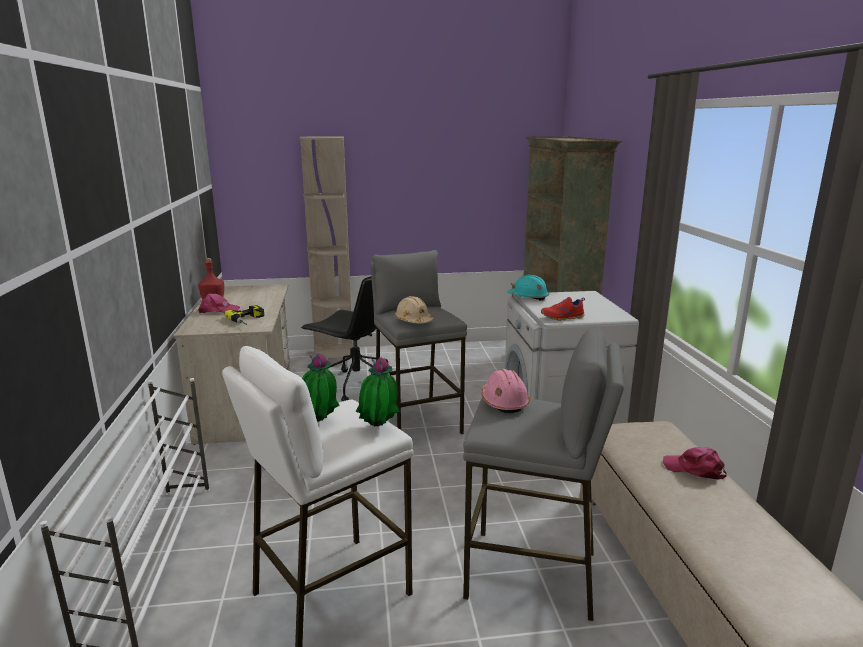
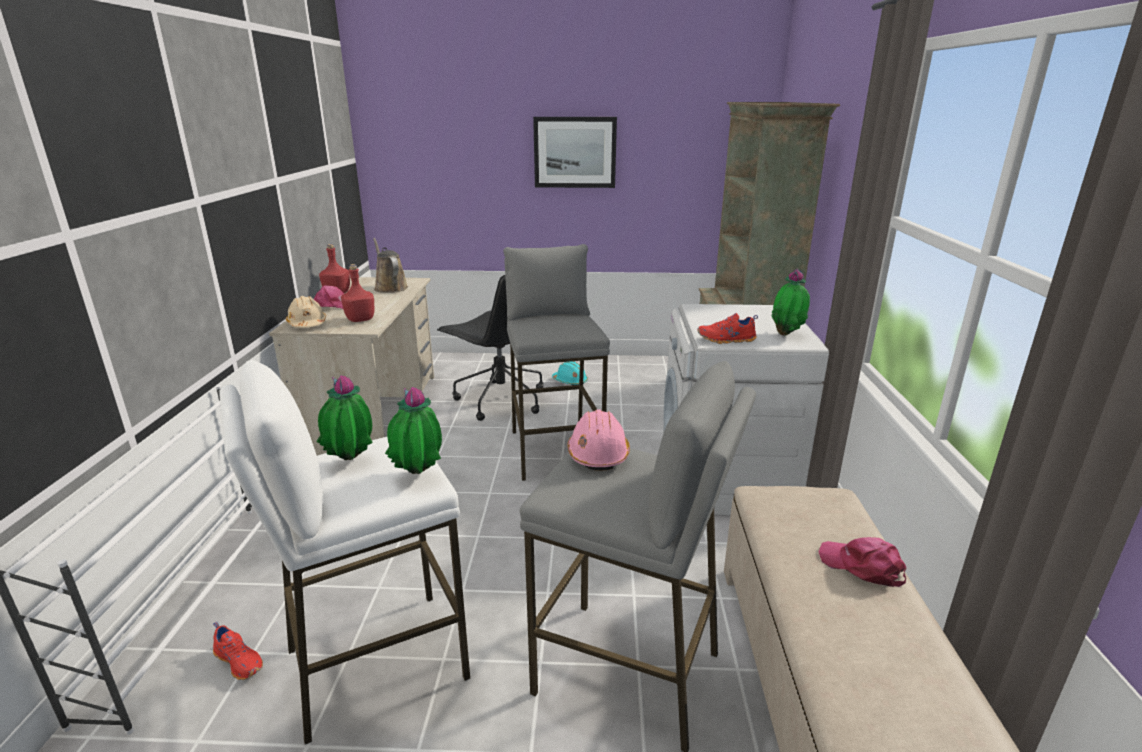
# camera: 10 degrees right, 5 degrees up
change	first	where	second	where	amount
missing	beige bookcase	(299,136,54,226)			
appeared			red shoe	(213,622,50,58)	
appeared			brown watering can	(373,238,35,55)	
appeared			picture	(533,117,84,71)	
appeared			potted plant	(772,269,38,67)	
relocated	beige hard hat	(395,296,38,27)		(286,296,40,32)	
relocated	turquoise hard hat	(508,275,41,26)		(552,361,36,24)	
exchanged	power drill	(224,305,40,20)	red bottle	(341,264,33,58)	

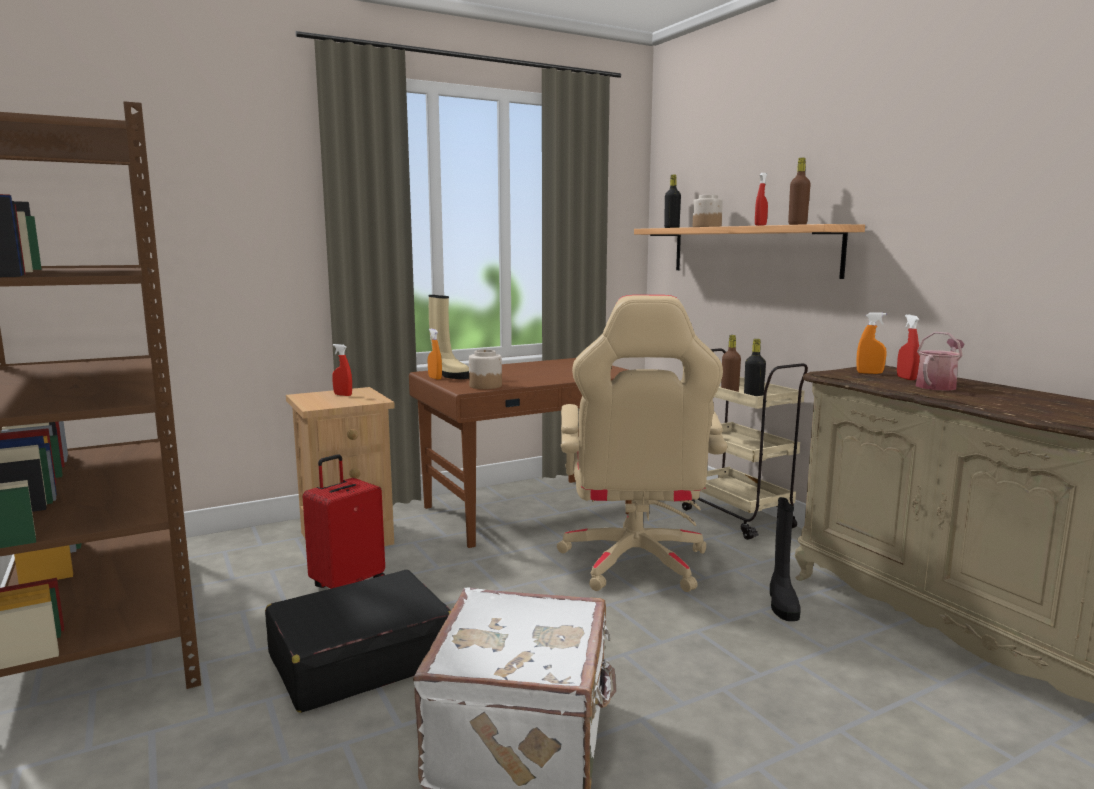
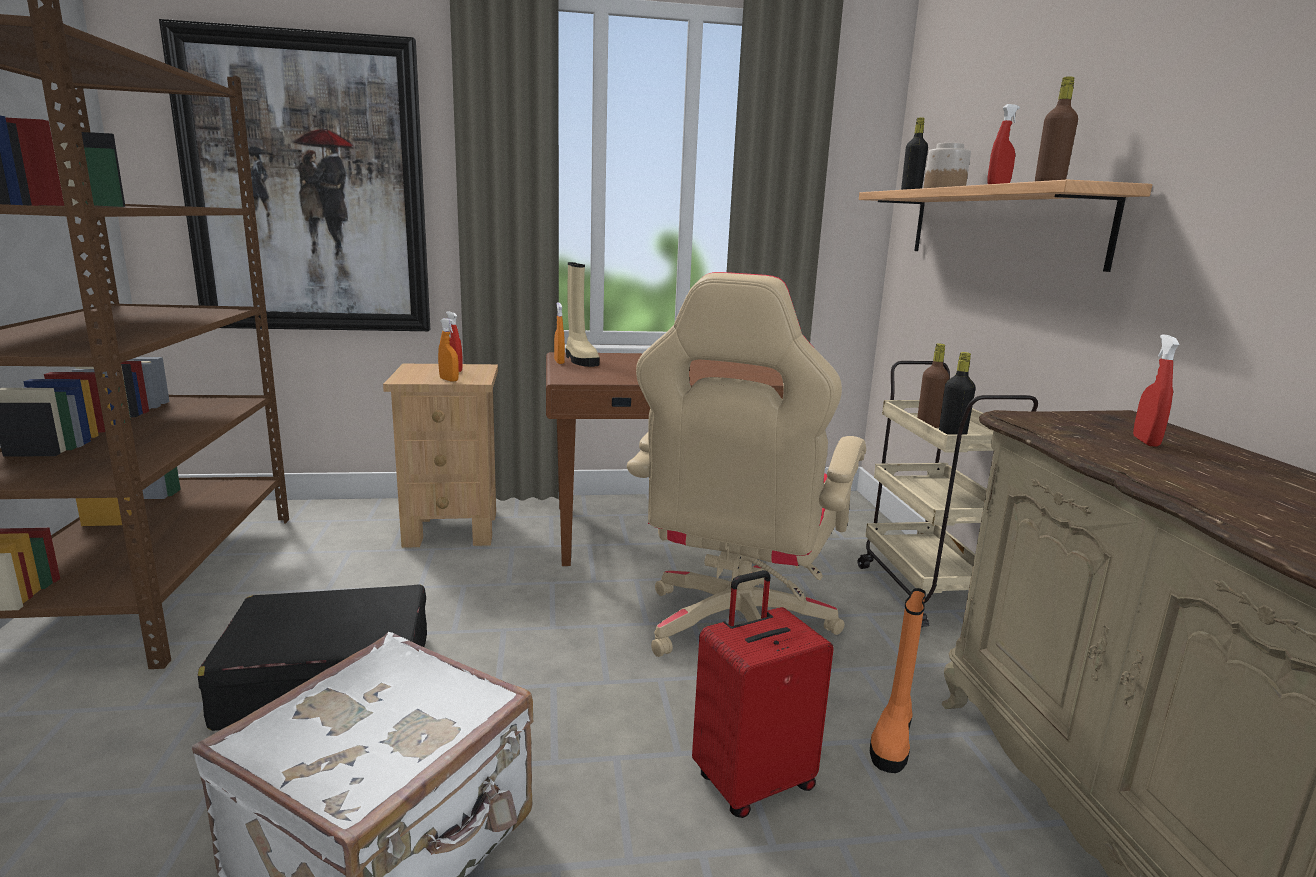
# camera: 20 degrees right, 5 degrees up
change	first	where	second	where	amount
missing	jar	(469,350,33,39)			
missing	watering can	(916,332,49,59)			
appeared			picture	(159,19,271,312)	
relocated	red suitcase	(302,454,83,135)		(692,570,142,248)	
relocated	orange spray bottle	(856,312,31,62)		(438,318,21,64)	
colour	black boot	(770,497,31,124)	orange boot	(870,588,56,185)	

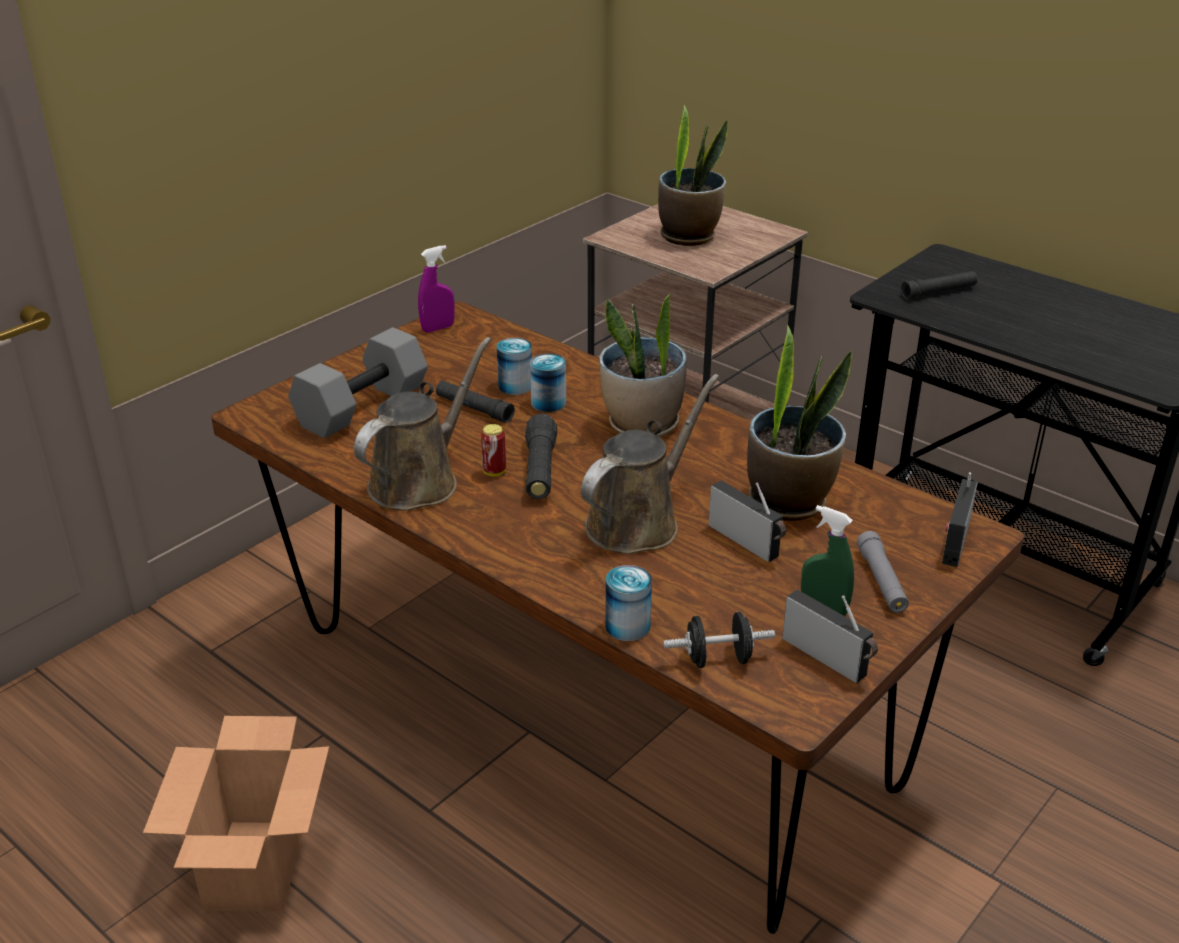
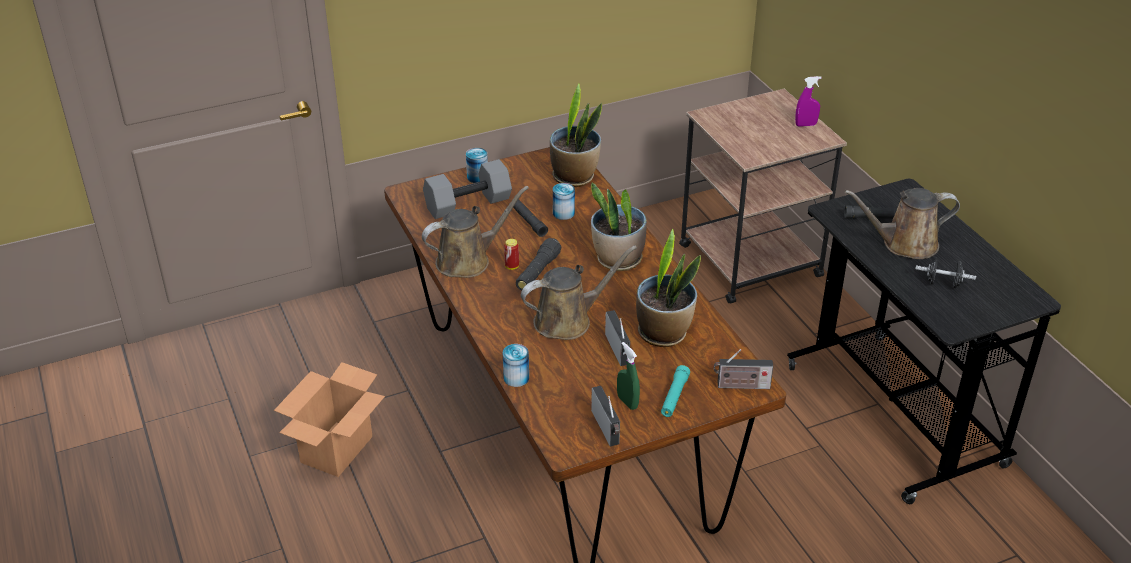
# camera: 25 degrees right, 5 degrees up
change	first	where	second	where	amount
appeared			brown watering can	(844,188,116,71)	
relocated	purple spray bottle	(418,245,37,88)		(795,76,27,51)	
relocated	can	(530,354,36,58)		(466,148,22,35)	
relocated	potted plant	(658,105,70,141)		(550,84,52,103)	
relocated	black dumbbell	(663,612,112,56)		(915,258,61,30)	
colour	grey flashlight	(857,531,52,82)	turquoise flashlight	(661,365,29,52)	
spun	radio	(942,472,36,95)		(714,349,59,40)	135 degrees counterclockwise

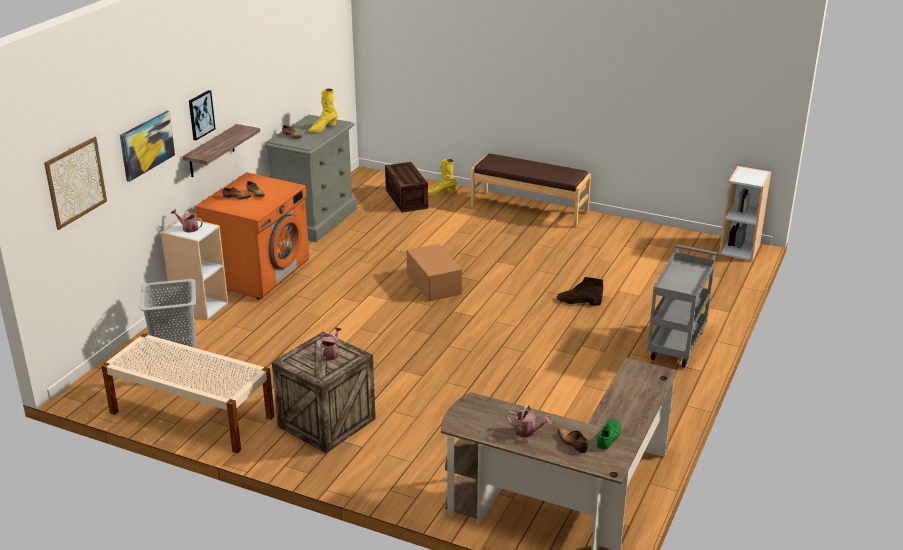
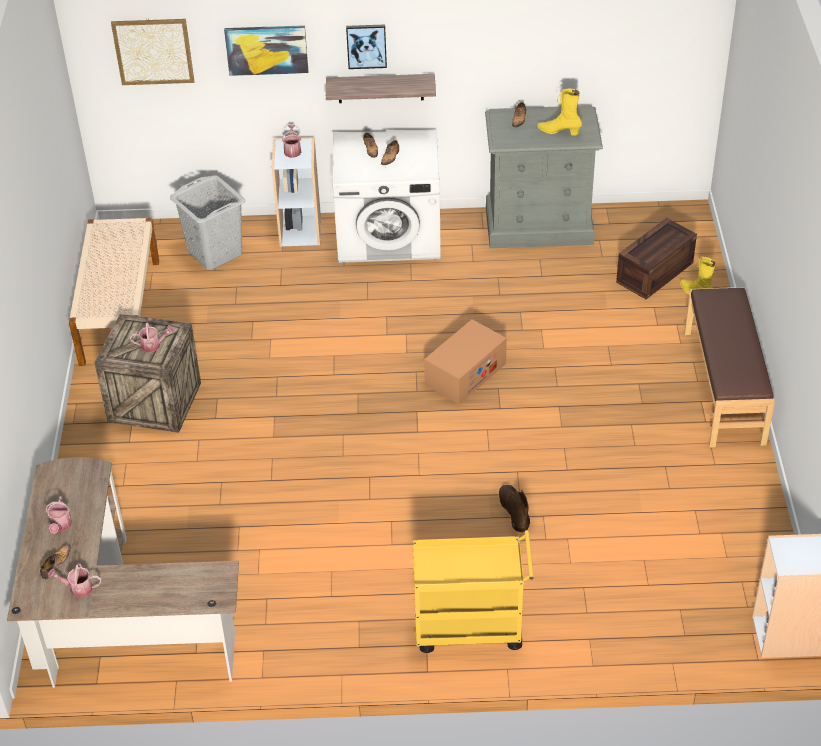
# camera: 65 degrees right, 15 degrees up
change	first	where	second	where	amount
exchanged	green shoe	(597,419,24,30)	watering can	(48,563,54,35)	
colour	orange washing machine	(195,172,114,128)	white washing machine	(333,129,108,134)	
colour	grey cart	(647,244,71,123)	yellow cart	(412,530,122,123)	

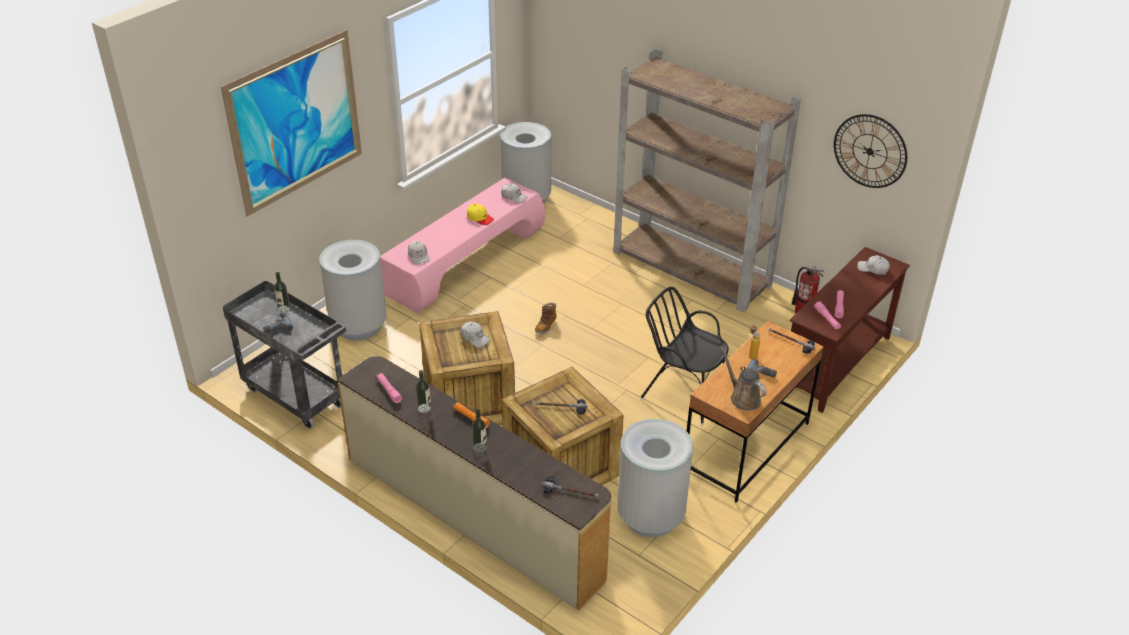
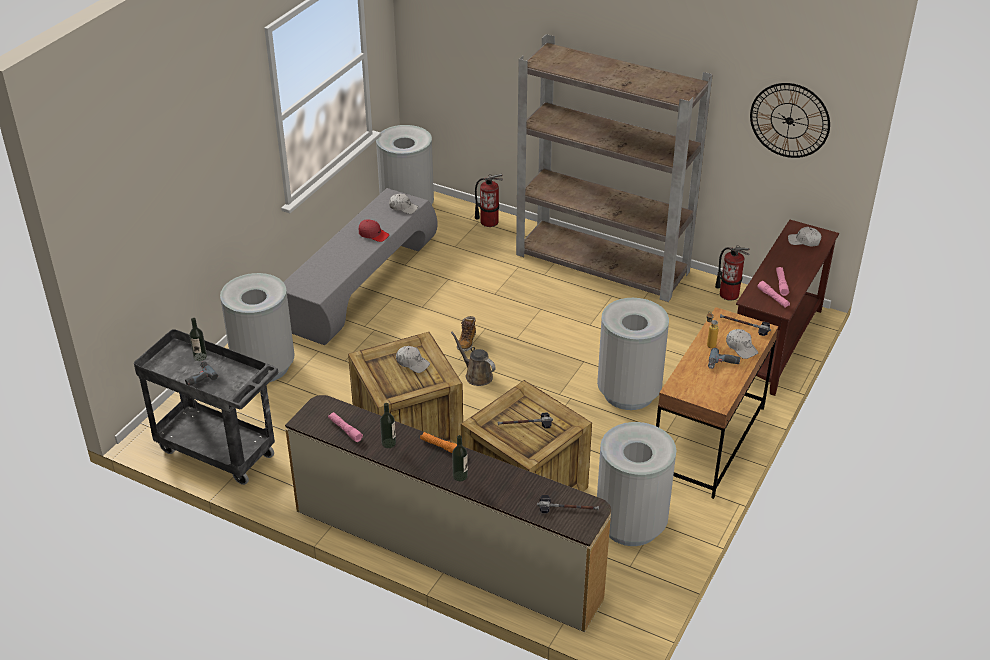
# camera: 10 degrees left, 0 degrees up
change	first	where	second	where	amount
missing	picture	(221,30,141,186)			
appeared			fire extinguisher	(475,174,28,53)	
relocated	white cap	(408,241,22,24)		(726,329,32,30)	
relocated	brown watering can	(720,347,46,64)		(451,332,45,54)	
exchanged	black chair	(640,287,89,138)	grey trash can	(597,298,72,112)	
colour	pink bench	(380,178,166,135)	grey bench	(284,188,154,157)	
colour	yellow cap	(467,204,27,21)	red cap	(359,219,30,23)	

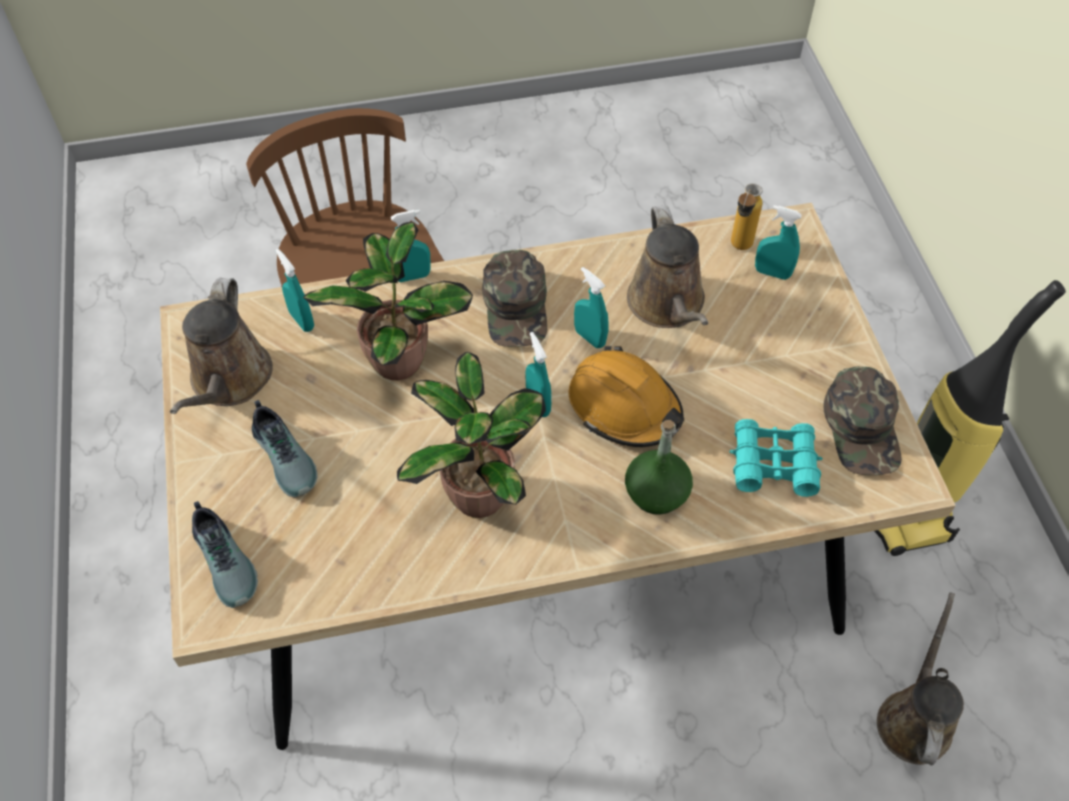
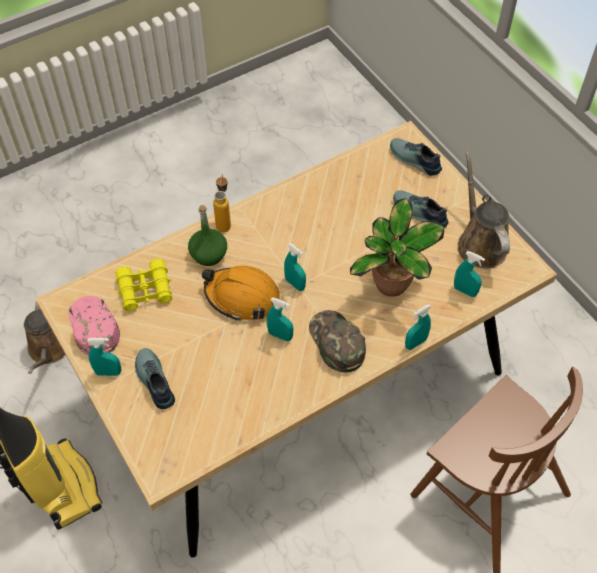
# camera: 160 degrees right, 0 degrees up
change	first	where	second	where	amount
missing	potted plant	(397,352,149,166)			
missing	brown watering can	(627,205,81,123)			
appeared			shoe	(135,348,40,61)	
relocated	bottle	(731,183,32,67)		(213,174,18,58)	
relocated	turquoise spray bottle	(755,205,47,75)		(87,338,34,38)	
colour	turquoise binoculars	(730,419,93,78)	yellow binoculars	(116,259,56,52)	
colour	green cap	(823,366,79,109)	pink cap	(68,296,52,59)	

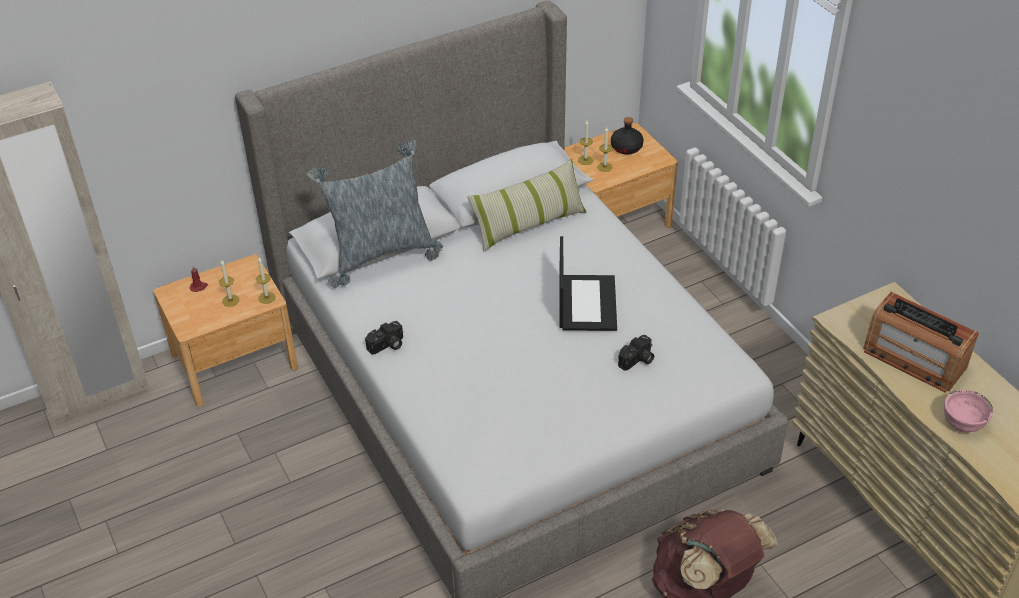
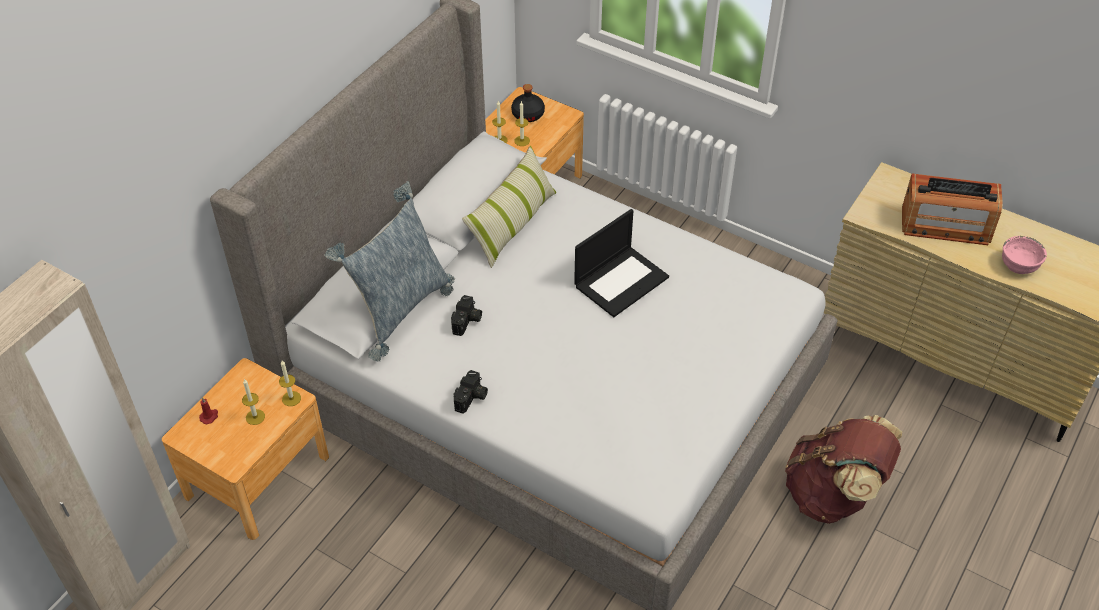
# camera: 30 degrees left, 5 degrees up
change	first	where	second	where	amount
relocated	photo camera	(618,335,36,36)		(451,295,31,41)	
spun	laptop	(559,236,58,95)		(574,209,95,108)	75 degrees clockwise

